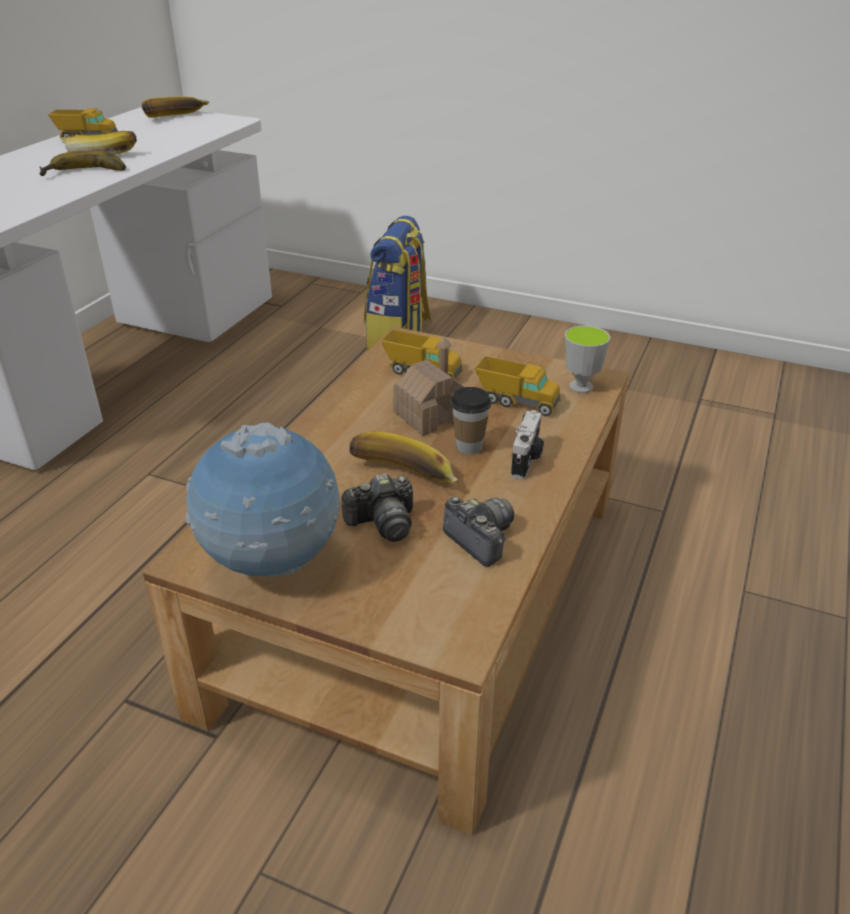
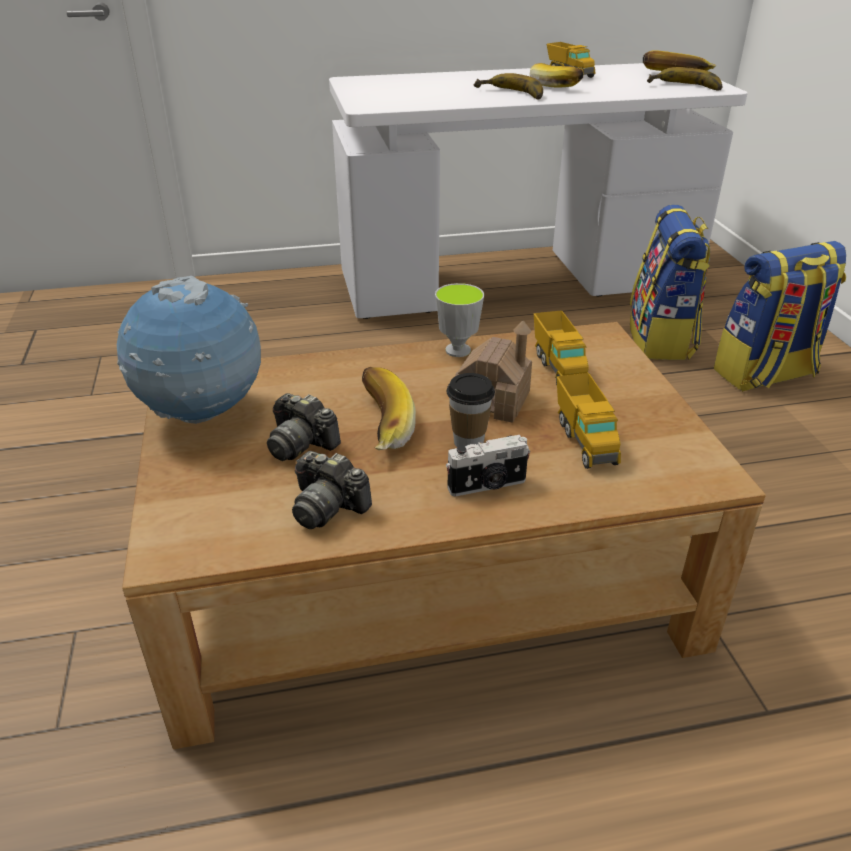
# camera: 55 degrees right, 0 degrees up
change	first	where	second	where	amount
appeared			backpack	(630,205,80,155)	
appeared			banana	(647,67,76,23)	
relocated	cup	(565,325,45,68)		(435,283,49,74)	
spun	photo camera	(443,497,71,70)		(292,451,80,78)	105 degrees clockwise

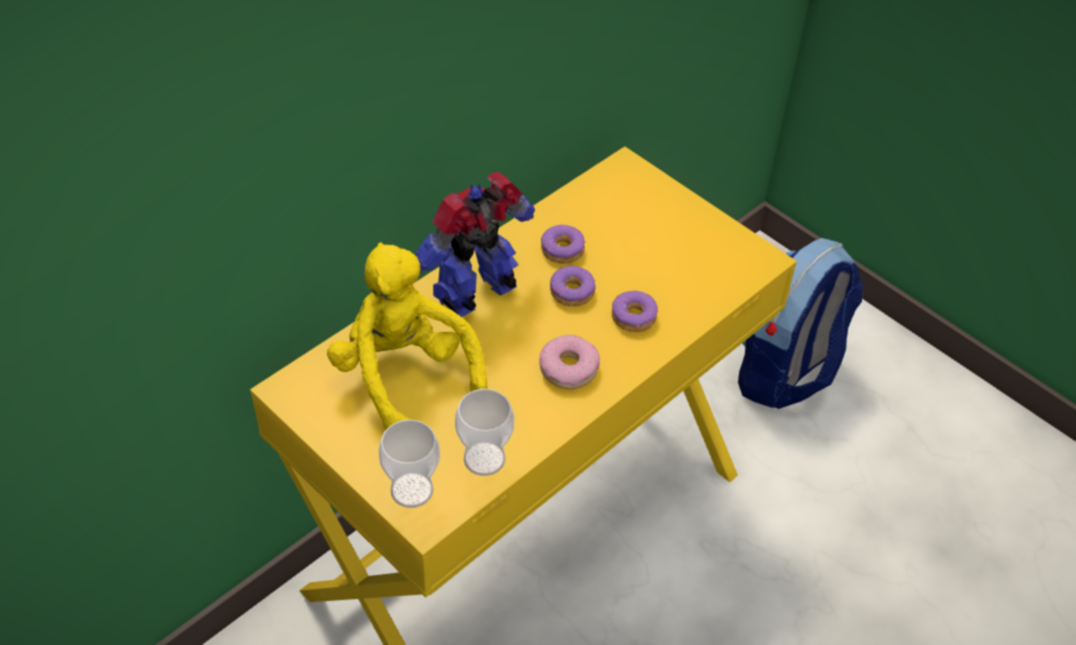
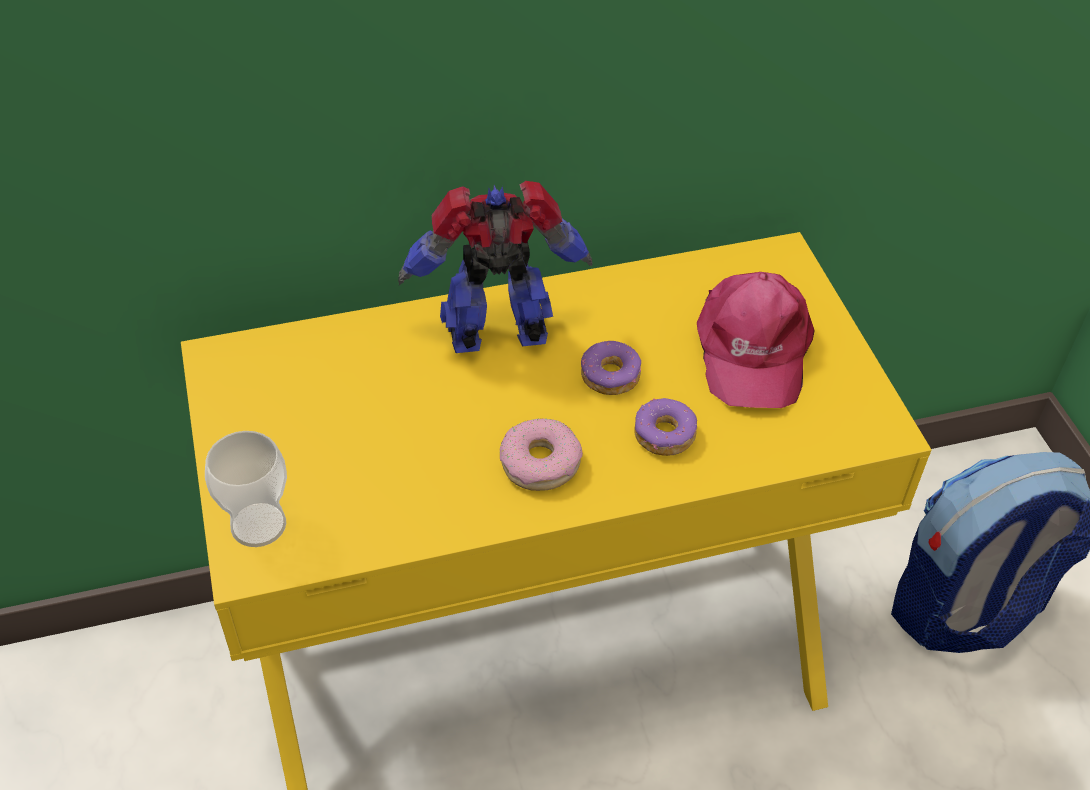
# camera: 30 degrees right, 0 degrees up
change	first	where	second	where	amount
missing	yellow plush toy	(327,242,161,188)			
missing	cup	(455,389,59,87)			
missing	donut	(541,225,44,39)			
appeared			pink cap	(697,272,118,136)	

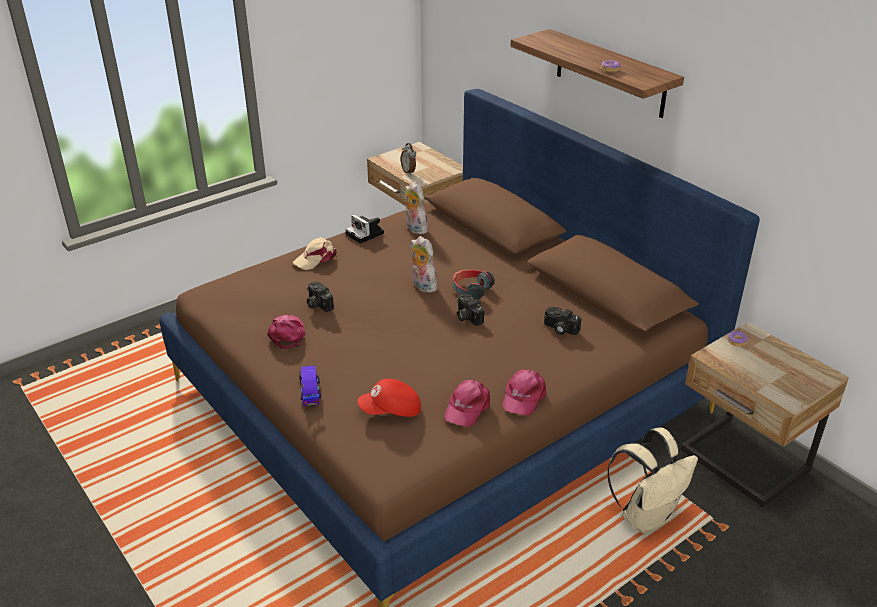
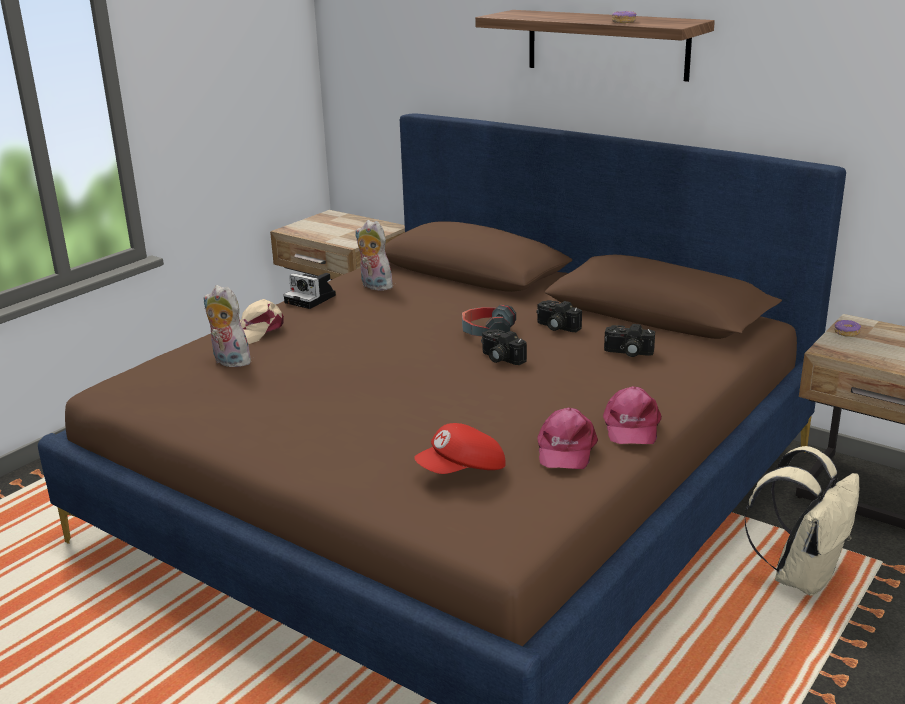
# camera: 15 degrees left, 10 degrees down
change	first	where	second	where	amount
missing	pink cap	(267,315,38,34)			
missing	toy car	(299,365,22,41)			
missing	alarm clock	(401,143,15,32)			
relocated	photo camera	(307,281,27,31)		(536,300,46,32)	
relocated	plush toy	(411,236,26,57)		(203,285,49,82)	

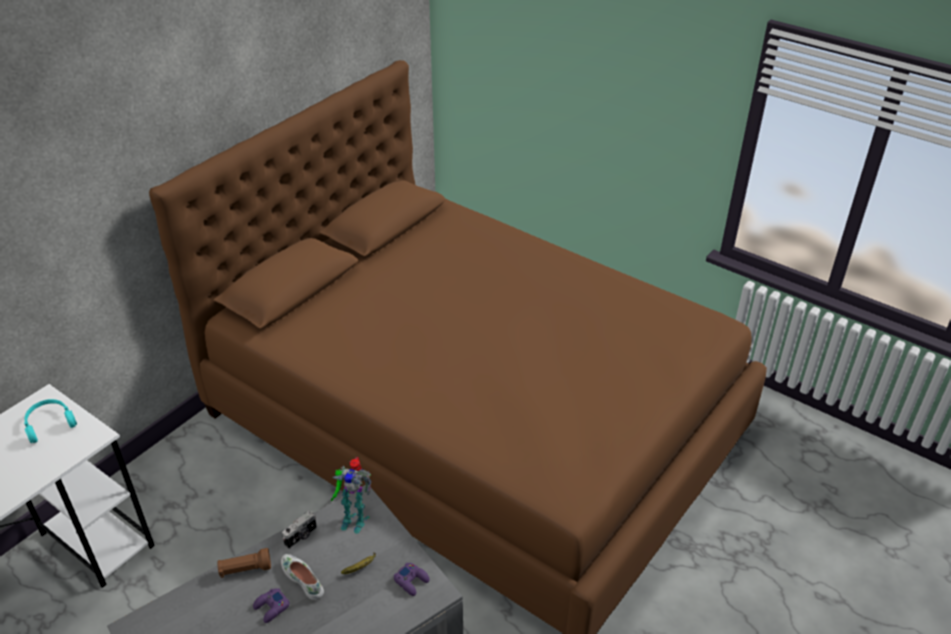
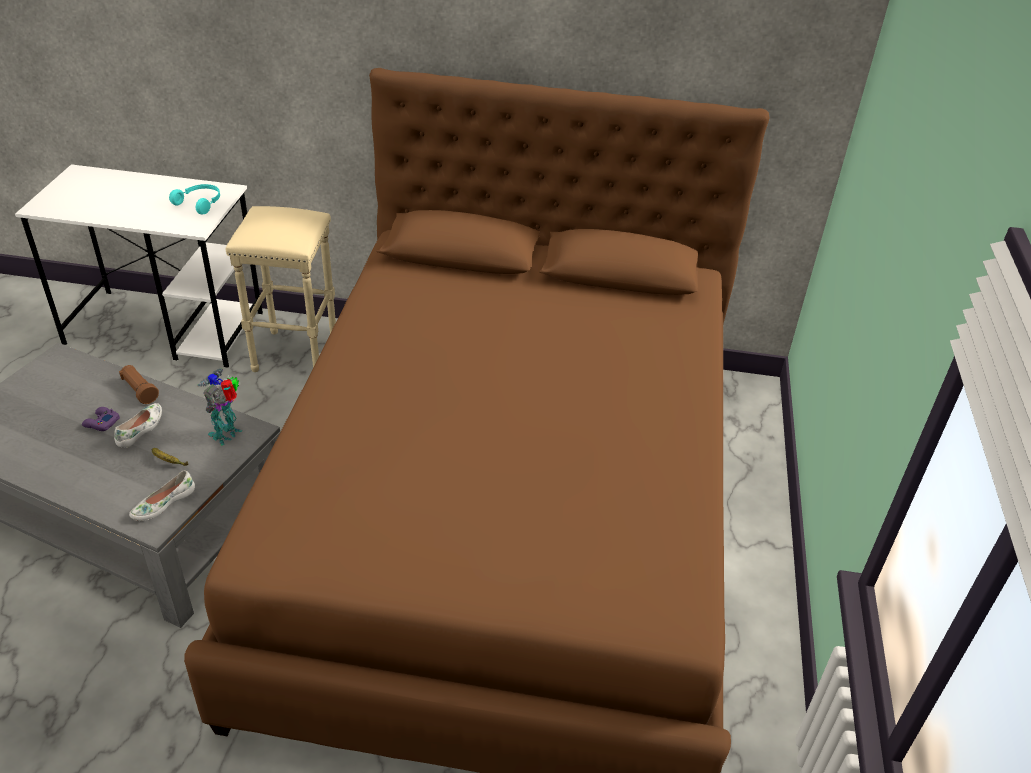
# camera: 60 degrees right, 0 degrees up
change	first	where	second	where	amount
missing	photo camera	(282,511,35,38)			
appeared			beige stool	(226,206,110,166)	
exchanged	purple game controller	(394,563,36,33)	white shoe	(129,470,66,51)	
spun	toy robot	(331,457,40,77)		(197,368,45,78)	45 degrees clockwise

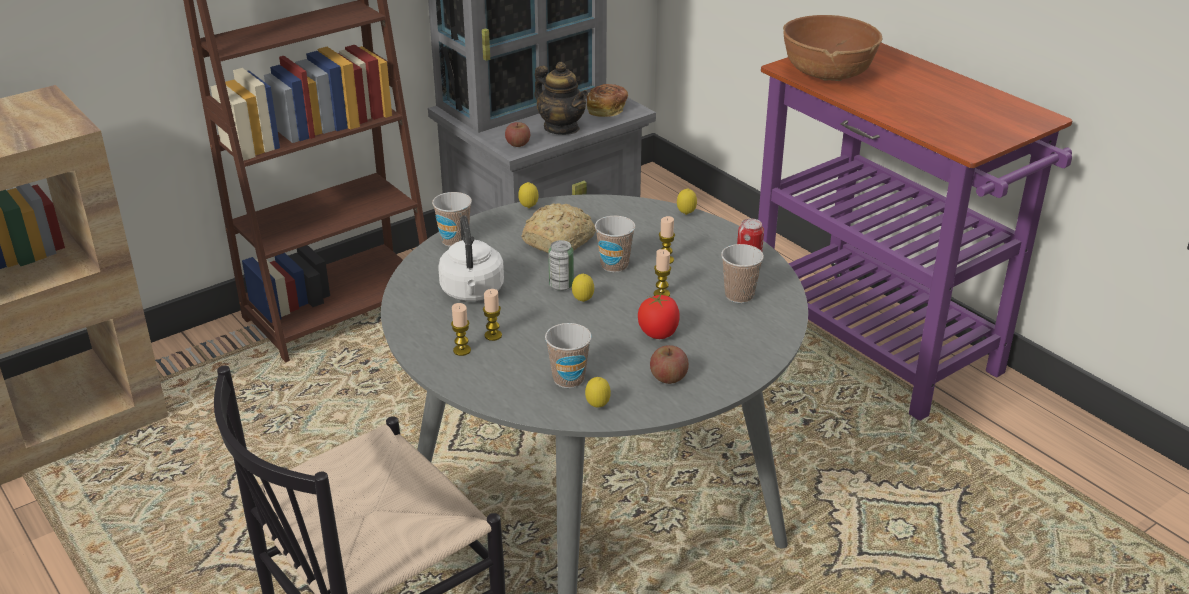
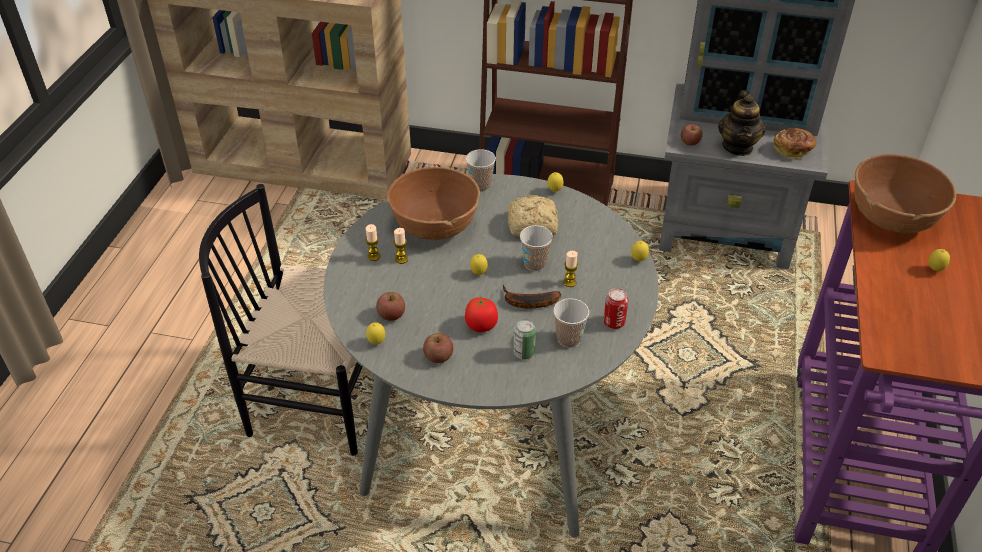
# camera: 50 degrees right, 10 degrees up
change	first	where	second	where	amount
appeared			lemon	(928,249,22,22)	
relocated	can	(548,240,26,51)		(513,319,23,41)	
exchanged	white kettle	(438,215,66,86)	brown bowl	(387,167,93,73)	
exchanged	cup	(545,323,47,65)	apple	(376,292,29,29)	
exchanged	candle	(654,249,17,48)	banana	(503,285,58,24)	

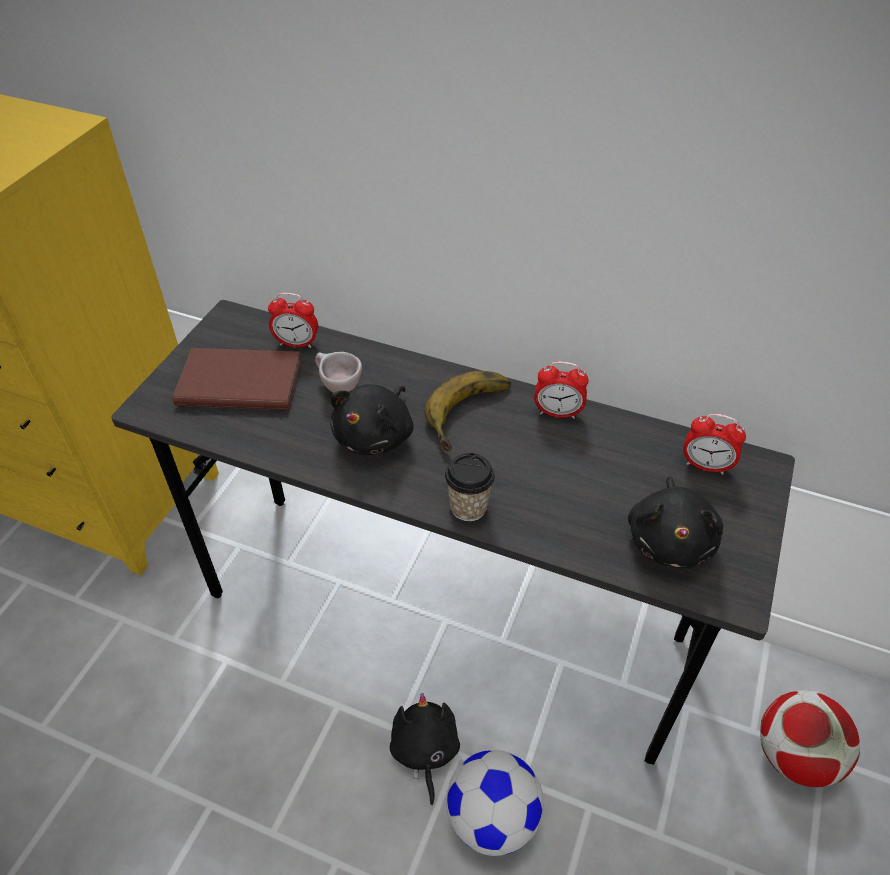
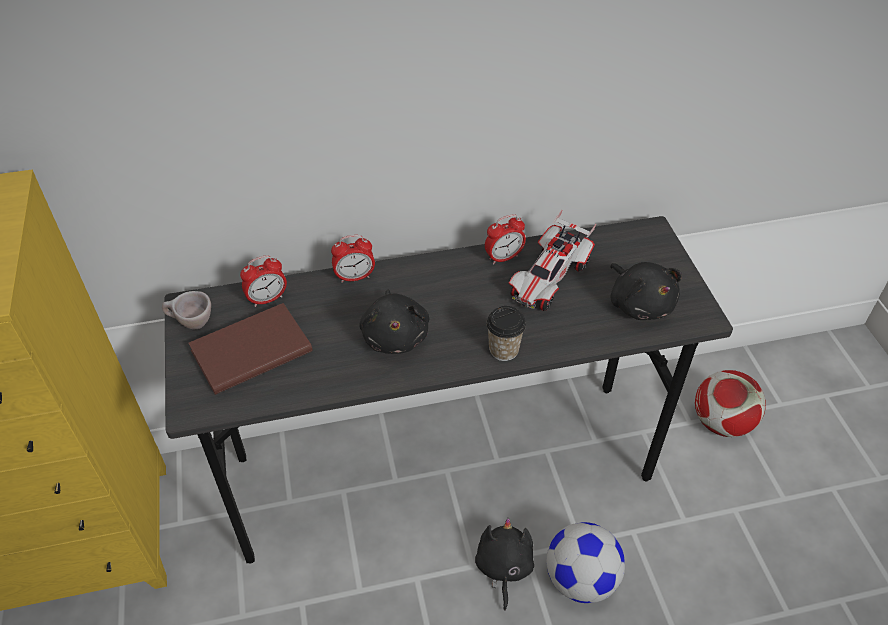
# camera: 35 degrees left, 0 degrees up
change	first	where	second	where	amount
missing	banana	(425,371,86,80)			
appeared			toy car	(509,210,87,101)	
relocated	beige cup	(315,352,47,41)		(162,291,49,38)	
relocated	alarm clock	(683,413,63,62)		(331,235,44,48)	
spun	black plush toy	(390,693,70,113)		(475,518,59,93)	45 degrees clockwise

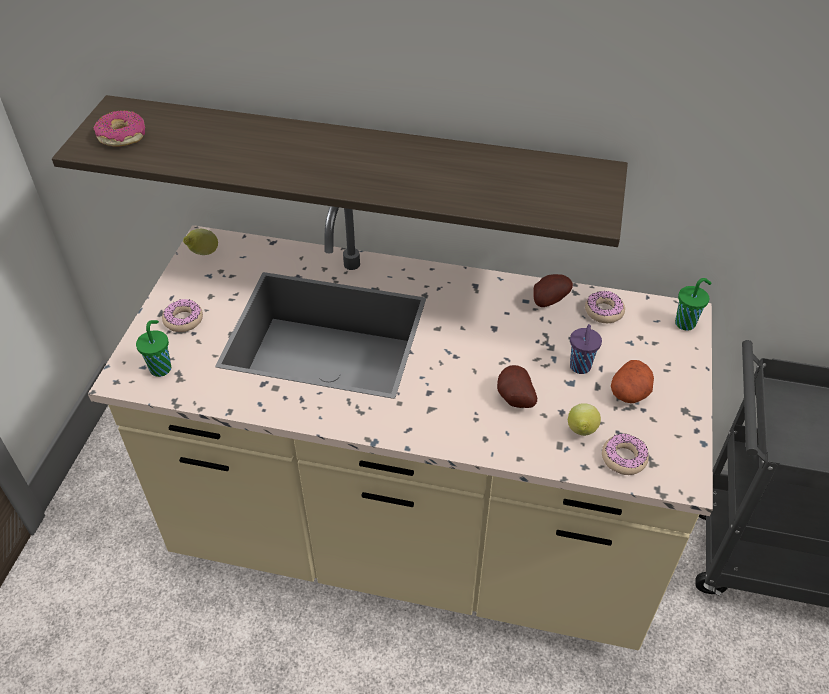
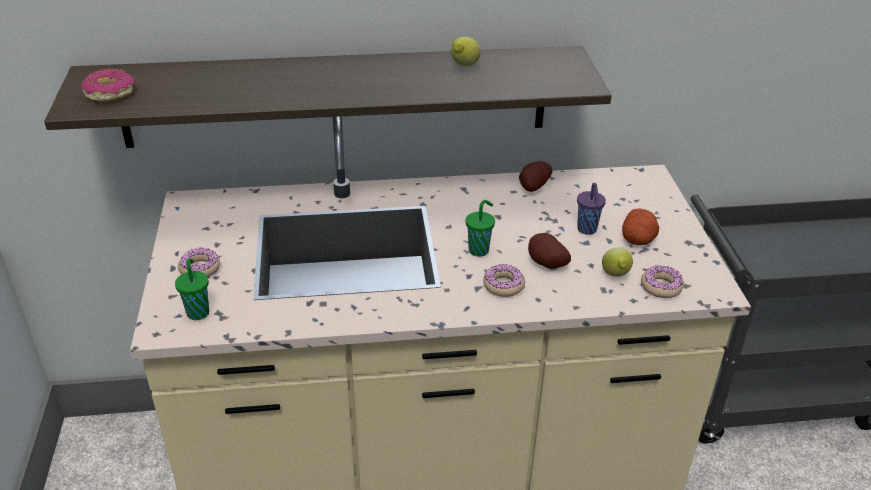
# camera: 20 degrees left, 10 degrees down
change	first	where	second	where	amount
relocated	lemon	(183,229,35,26)		(451,37,30,29)	
relocated	donut	(585,291,40,32)		(483,264,42,33)	
relocated	green cup	(675,278,36,53)		(466,200,29,57)	

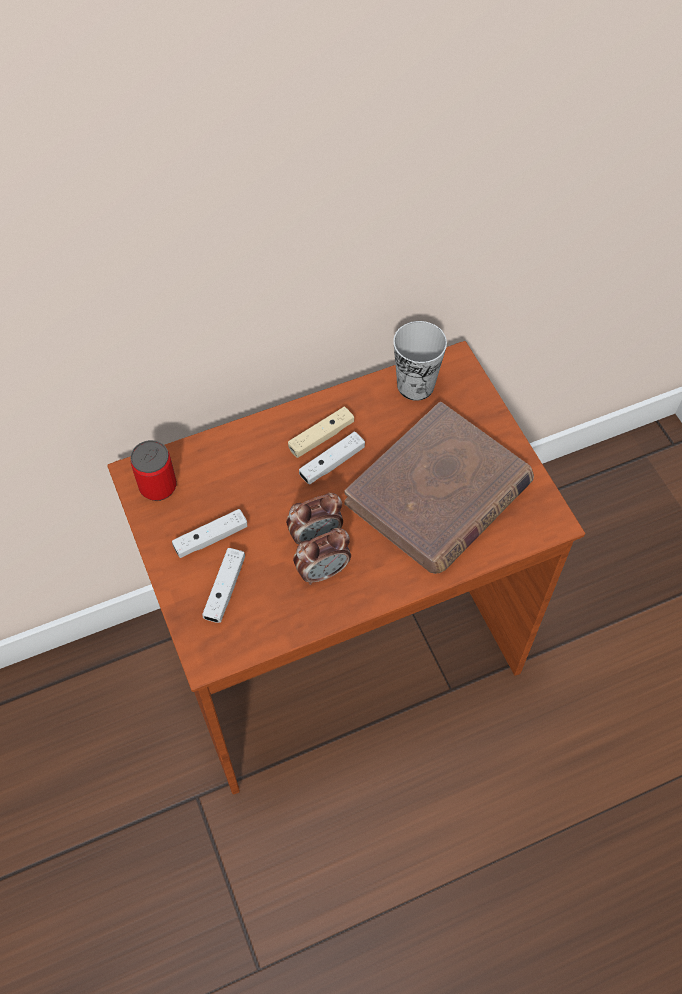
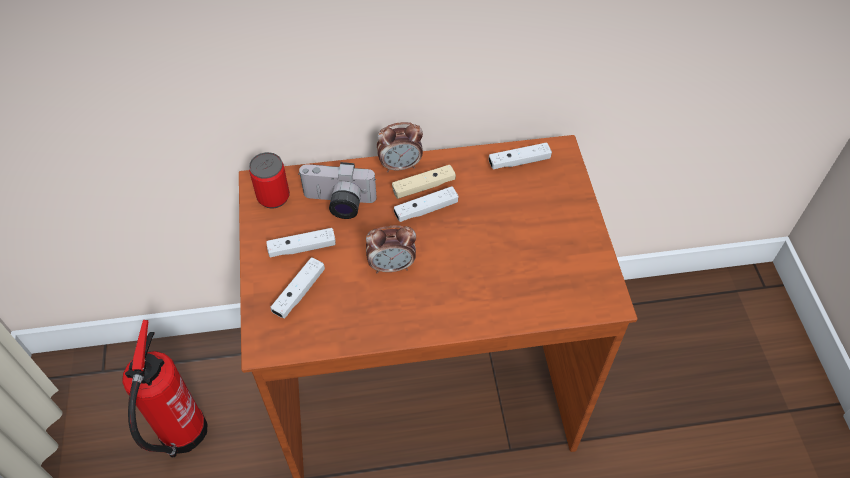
# camera: 15 degrees right, 5 degrees down
change	first	where	second	where	amount
missing	brown book	(345,402,189,172)			
appeared			fire extinguisher	(122,320,85,138)	
appeared			photo camera	(298,162,79,57)	
relocated	alarm clock	(293,528,58,57)		(377,122,46,51)	
exchanged	cup	(393,321,54,80)	white game controller	(489,142,63,28)	

